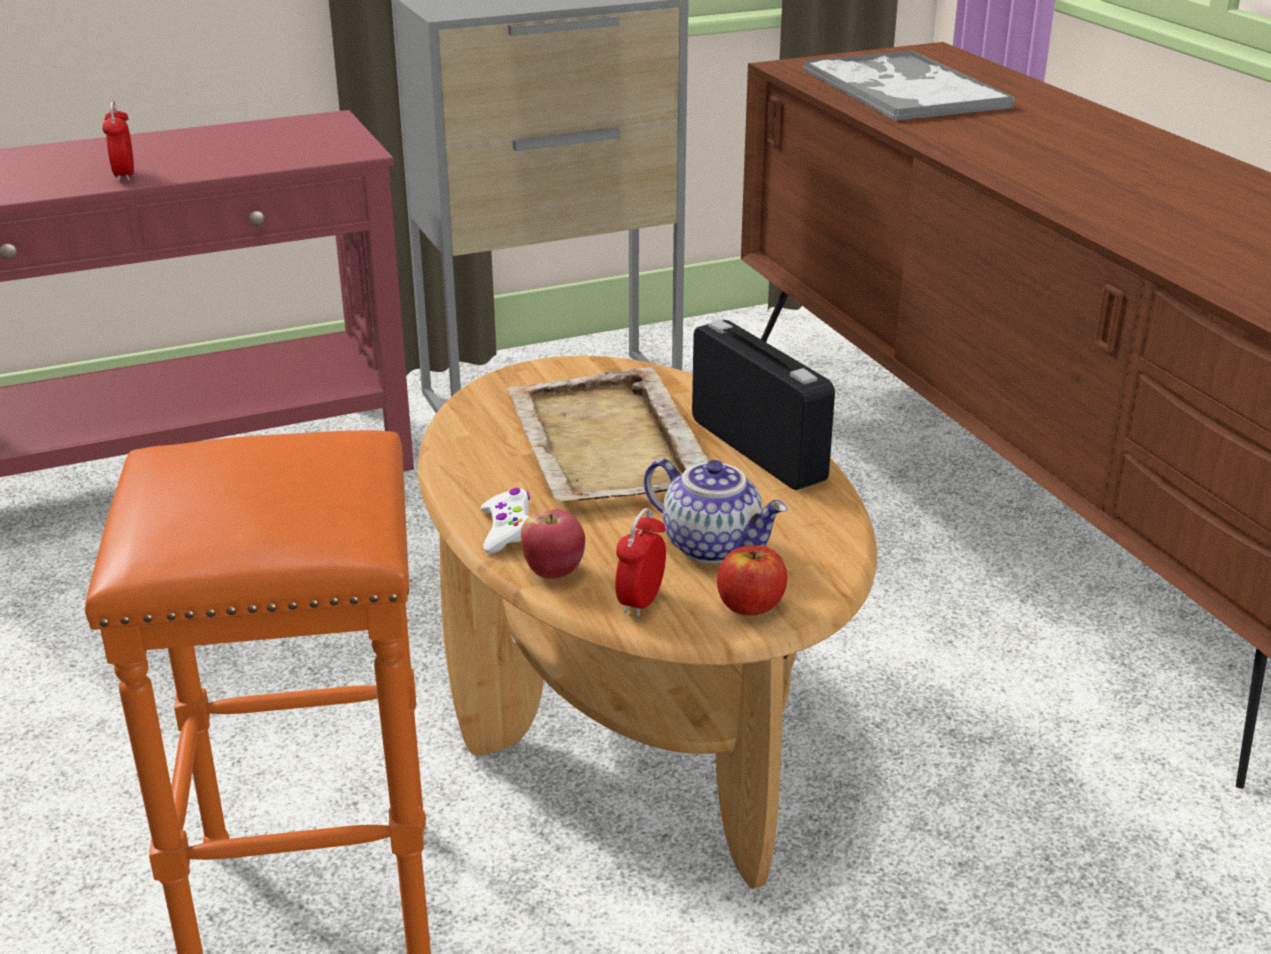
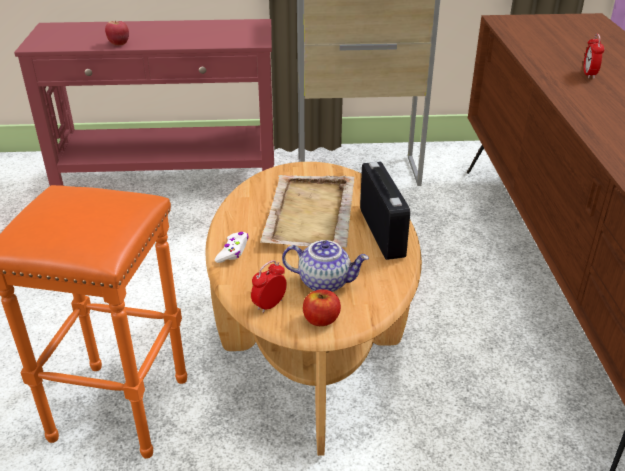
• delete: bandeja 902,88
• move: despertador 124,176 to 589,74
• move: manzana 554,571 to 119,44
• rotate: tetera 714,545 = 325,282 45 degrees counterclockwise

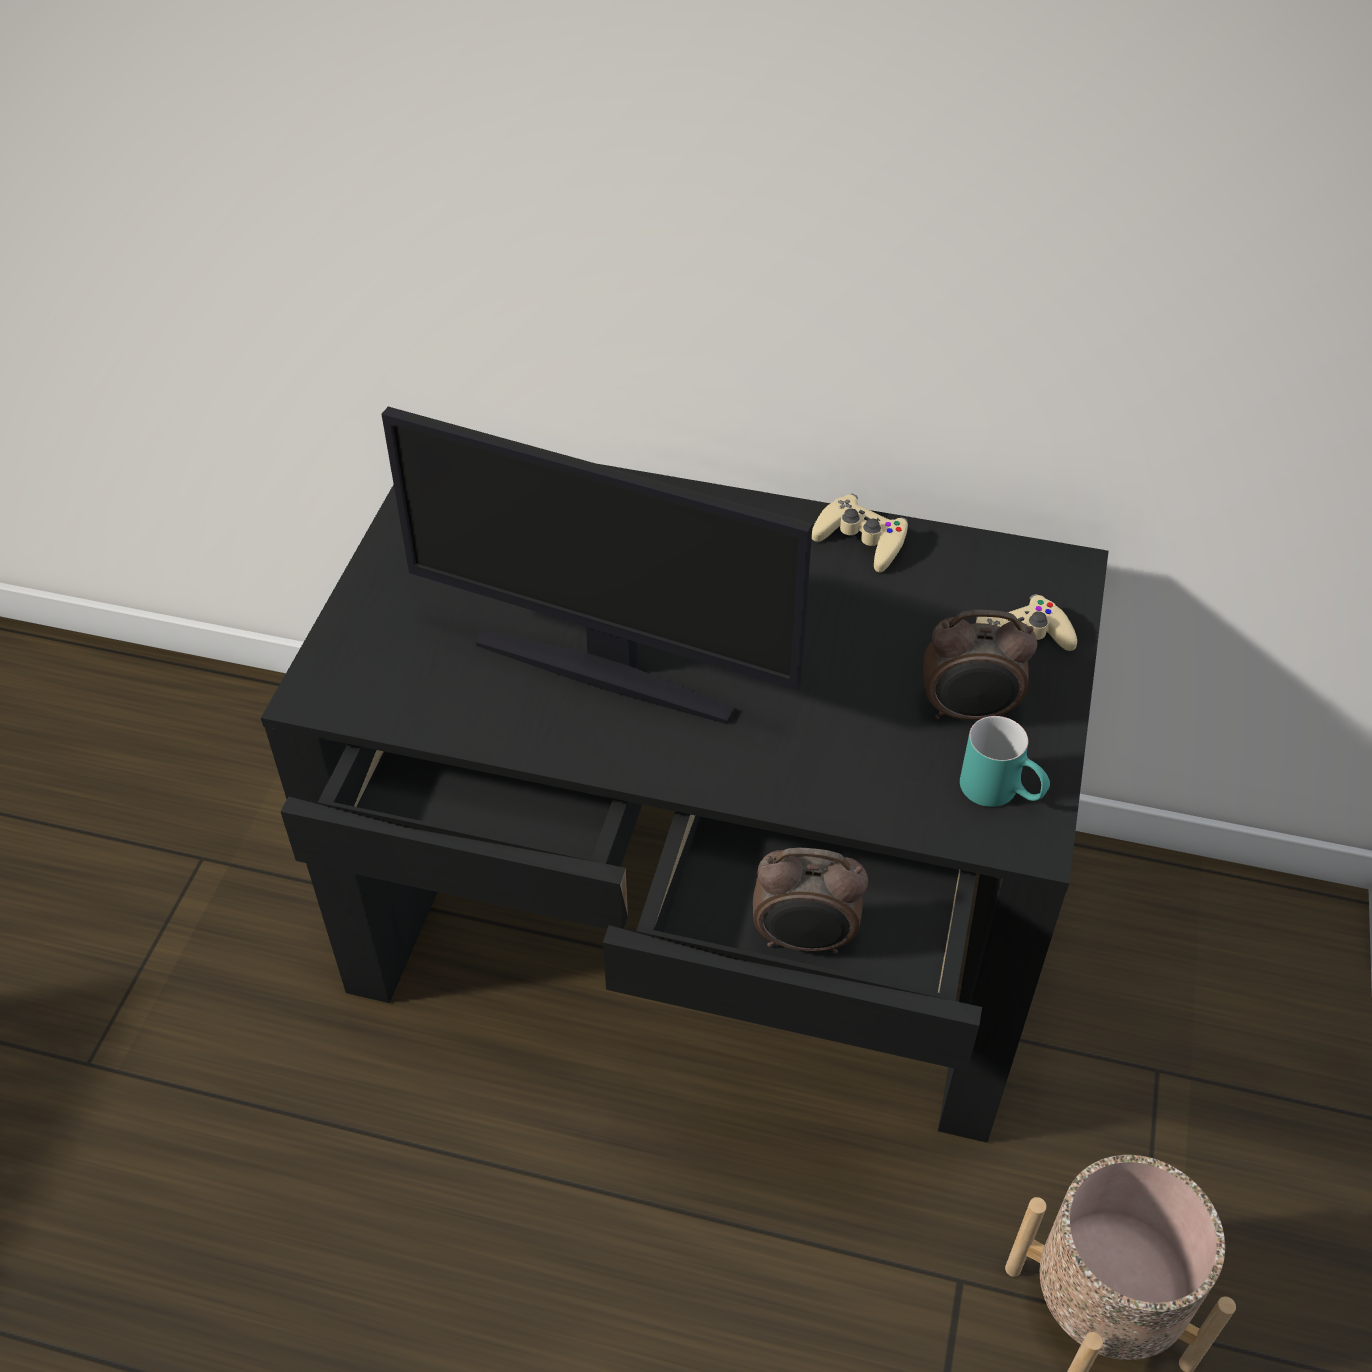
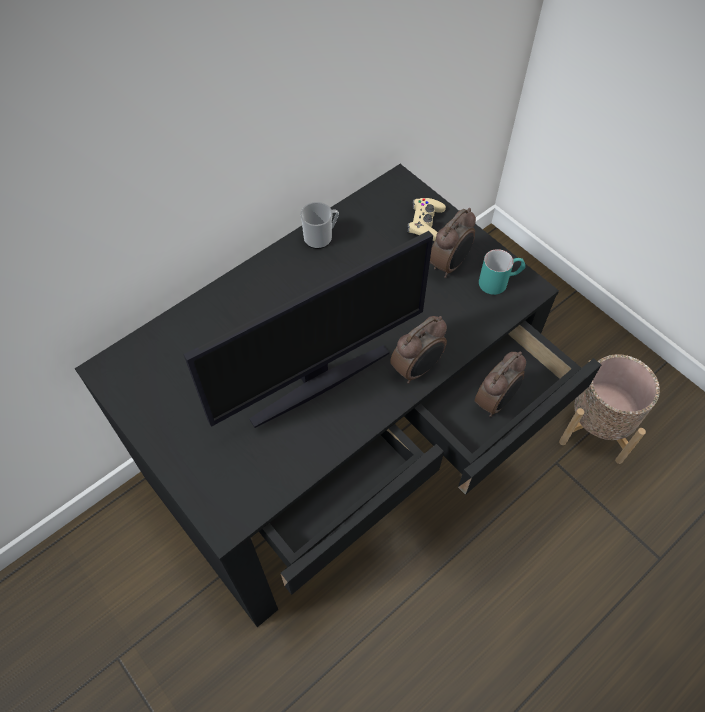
• insert: despertador 417,369
• replace: mando de consola (beis) 861,540 to taza grande 321,237

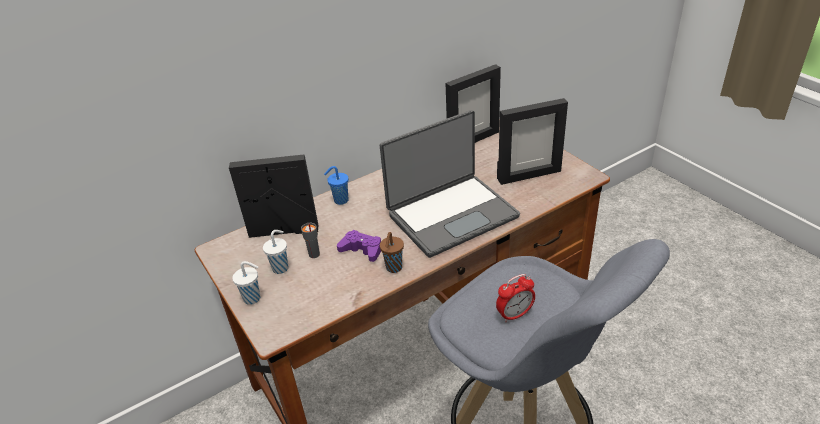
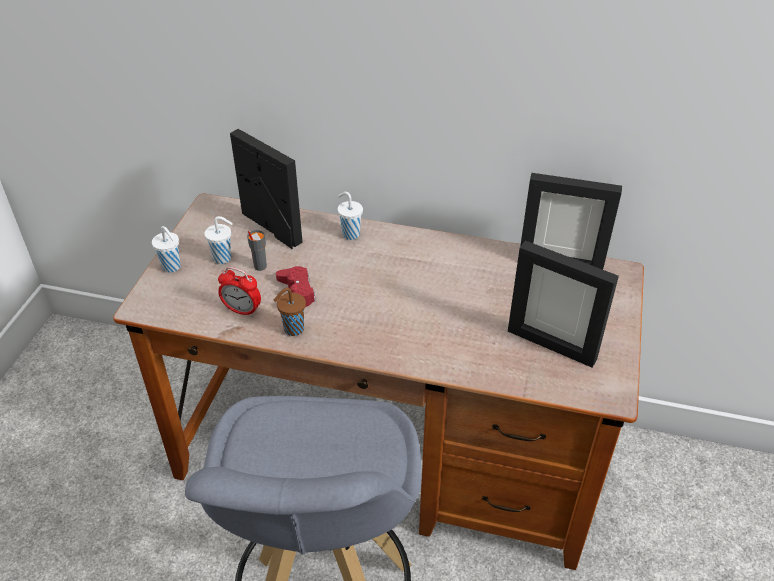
• delete: portátil 451,215
• move: despertador 514,314 to 242,310
• recolor: taza (azul) 340,200 to taza (blanco) 350,234
• recolor: mando de consola (morado) 362,250 to mando de consola (rojo) 296,292

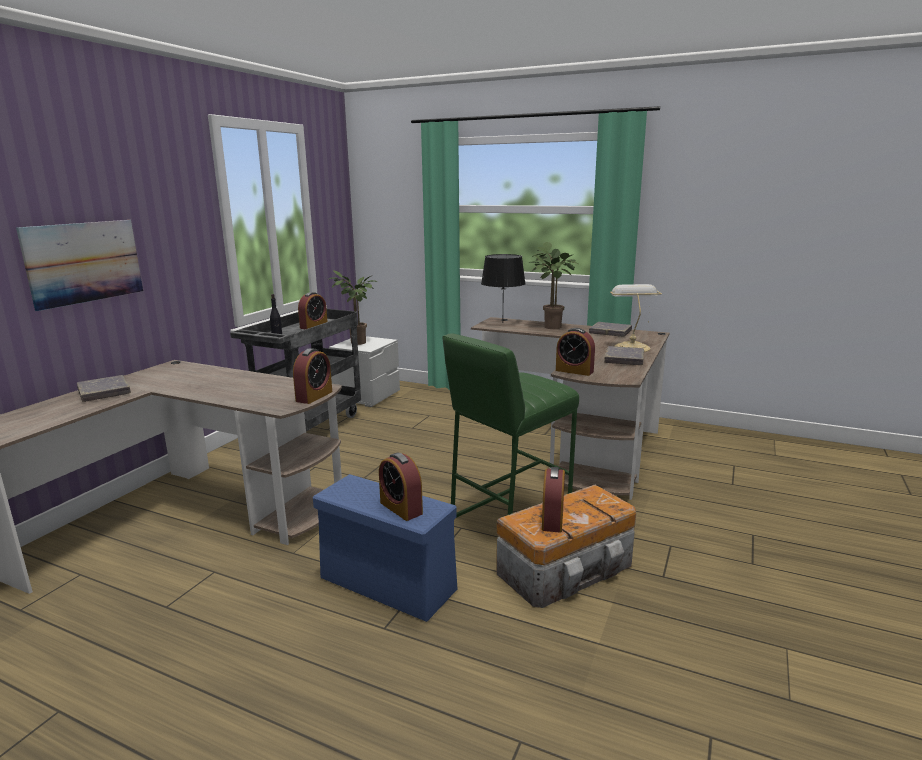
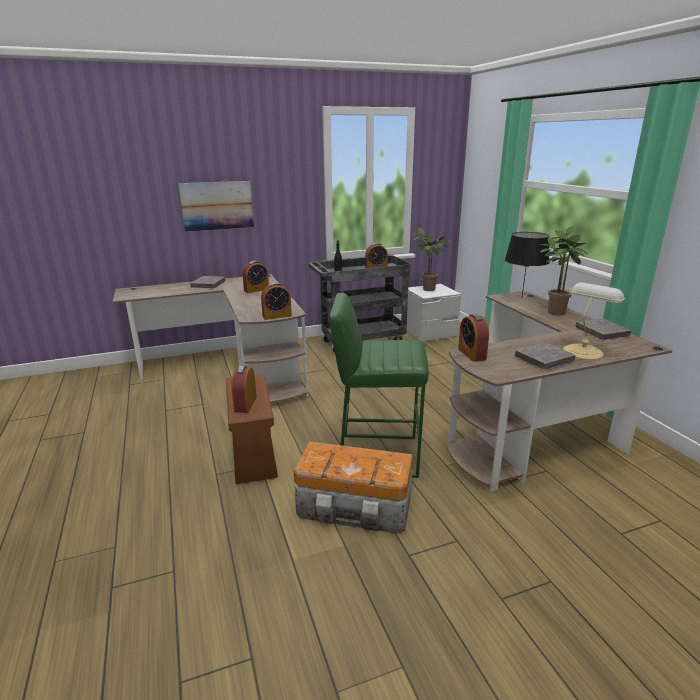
• move: despertador 552,519 to 256,290
• recolor: caja de almacenaje (azul) 389,584 to caja de almacenaje (marrón) 254,454

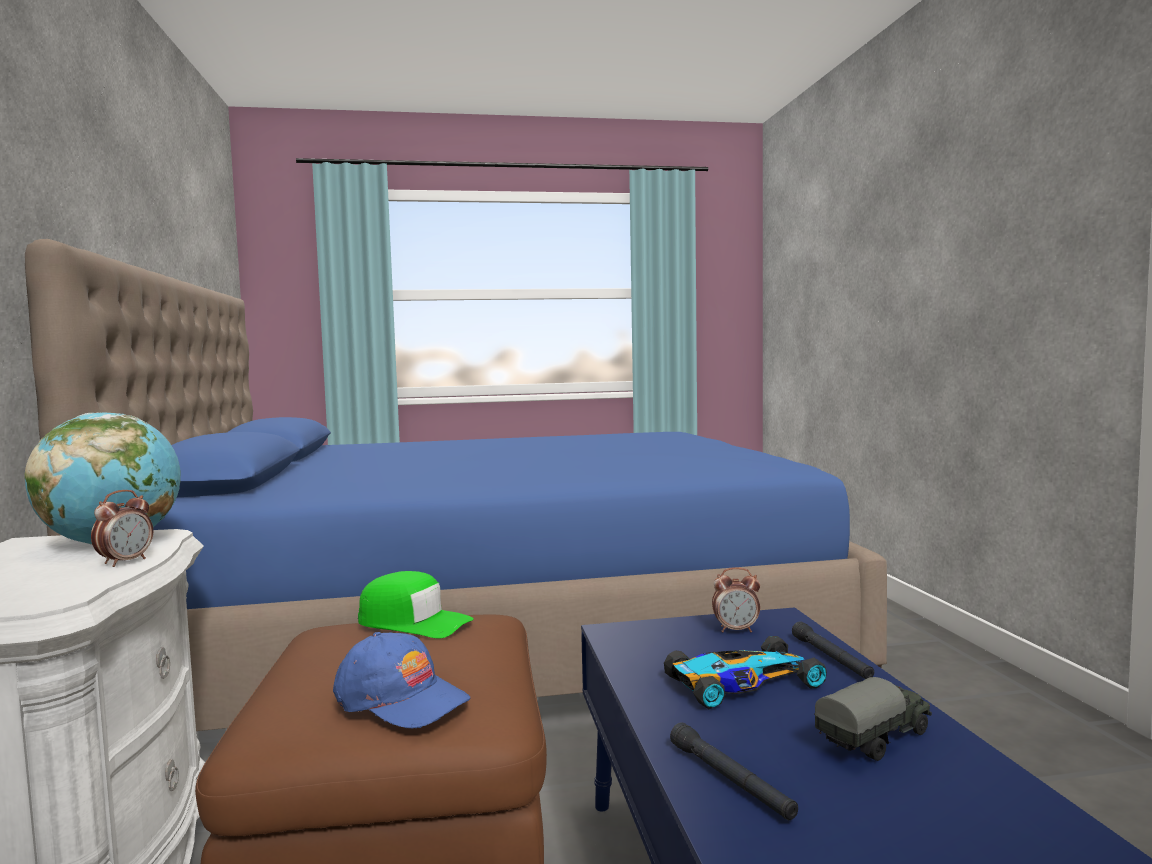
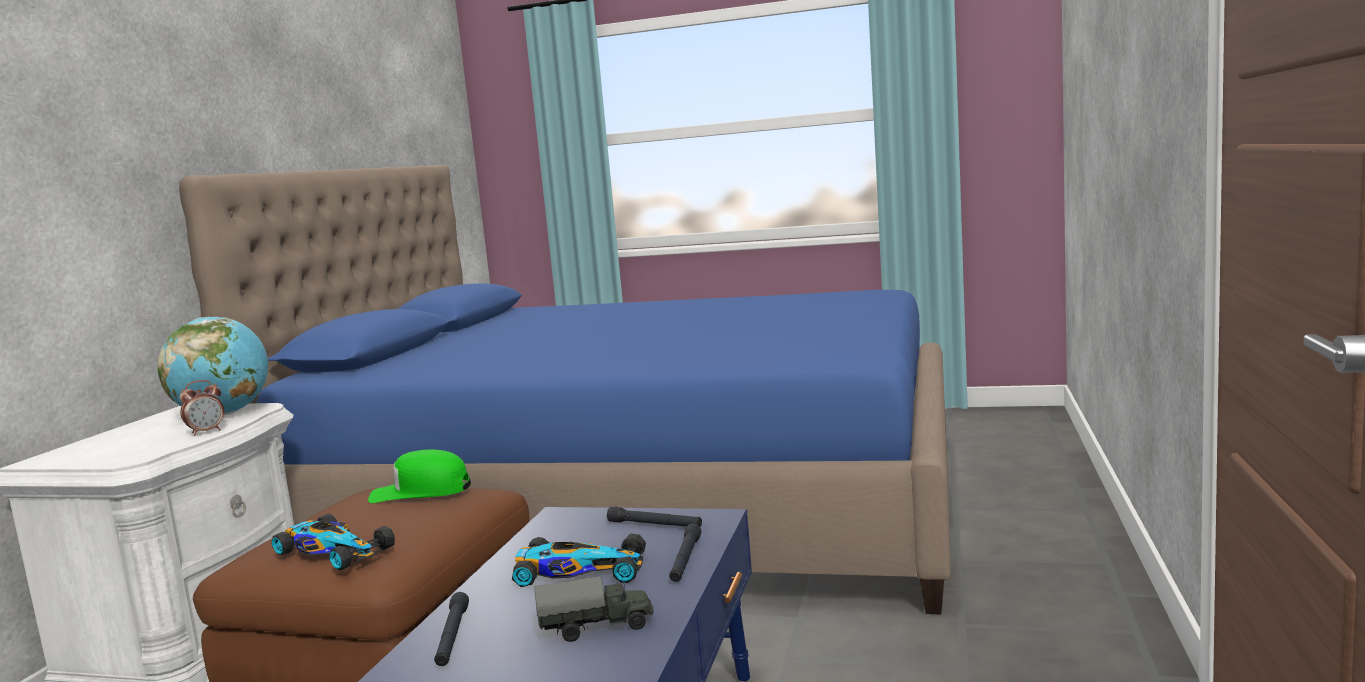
• replace: gorra (azul) 401,699 to coche de juguete 333,550
• replace: despertador 736,630 to linterna (negro) 655,525
• rotate: gorra (verde) 413,622 = 420,491 135 degrees clockwise

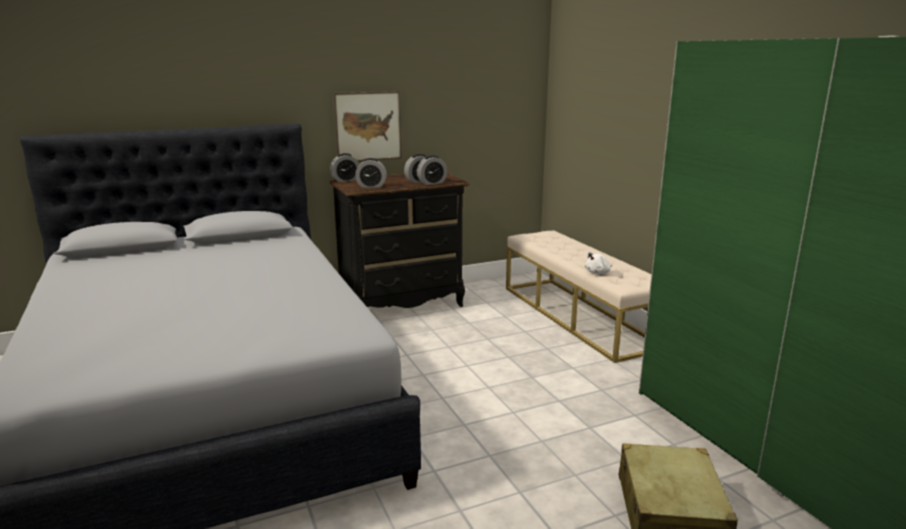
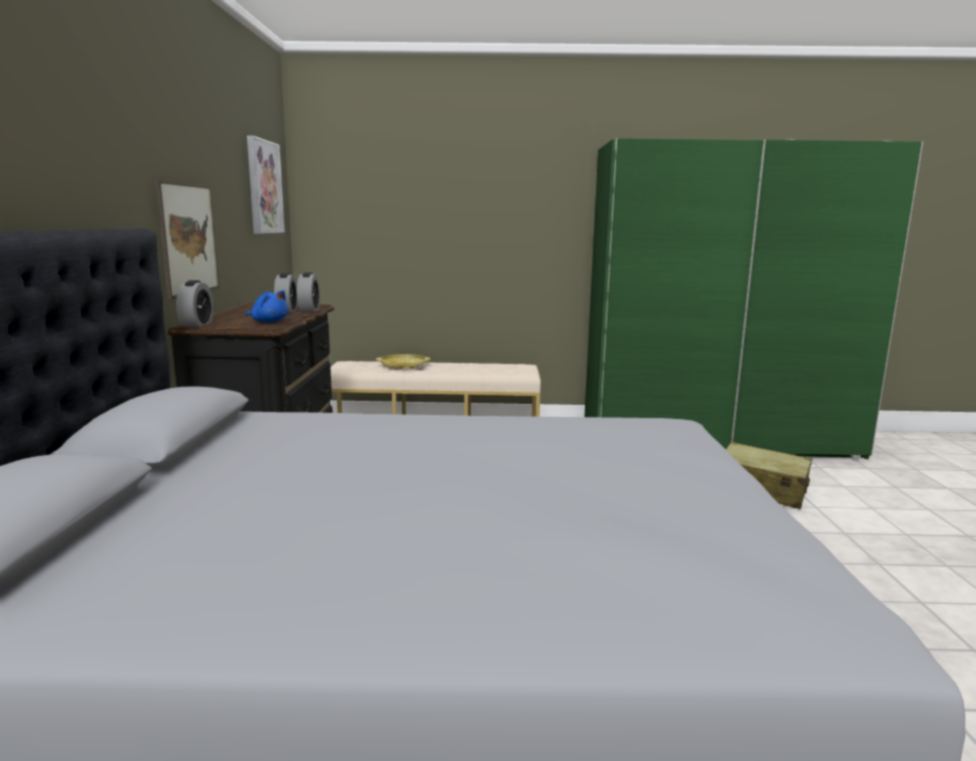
• delete: peluche (blanco) 598,273
• insert: cuadro 264,187
• insert: bandeja (amarillo) 403,365
• replace: despertador 371,186 to peluche (azul) 268,322

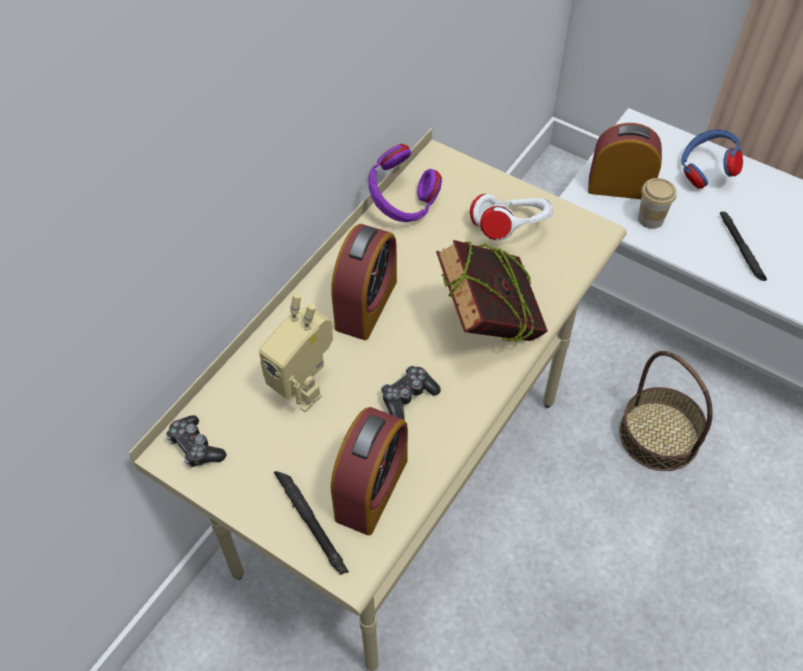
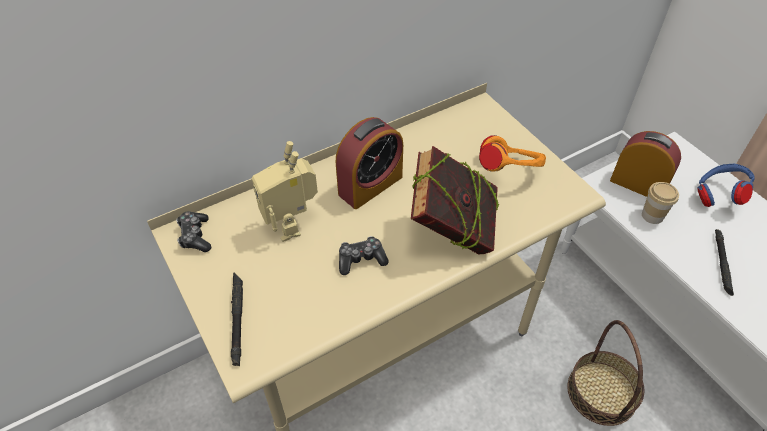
• delete: despertador 371,489
• delete: auriculares (morado) 402,205
• recolor: auriculares (blanco) 510,231 to auriculares (naranja) 508,172

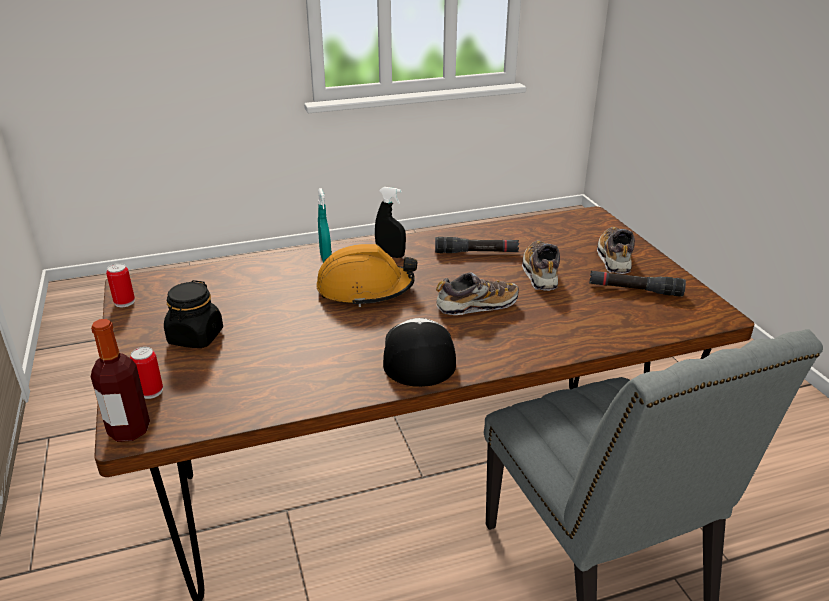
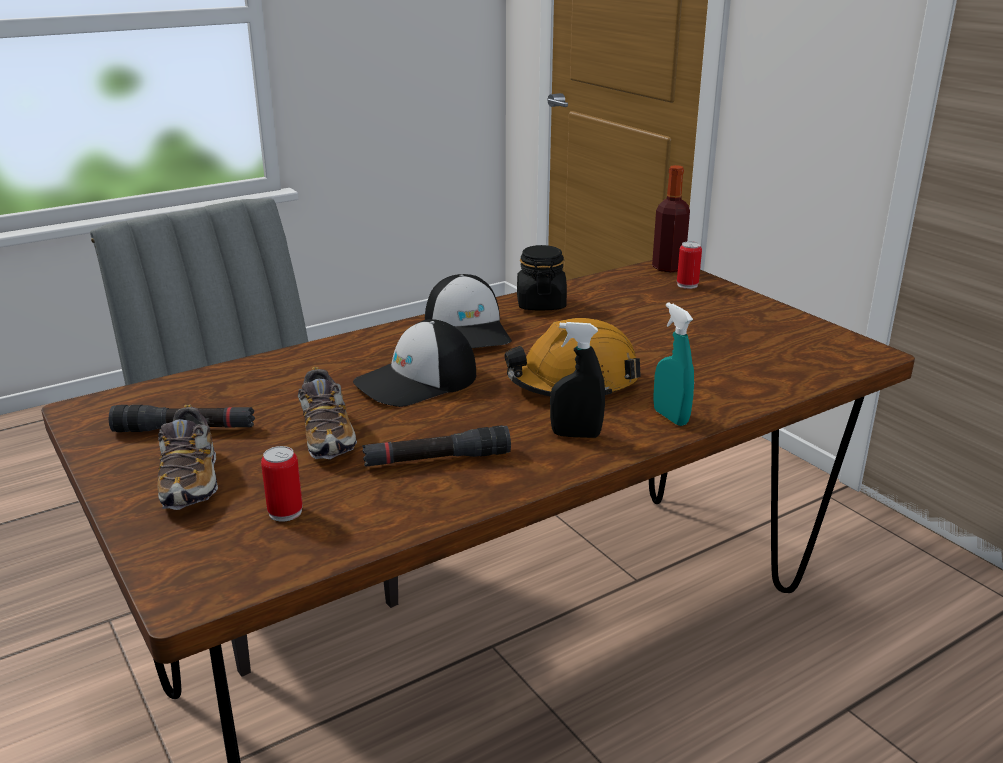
• move: lata 124,302 to 285,512
• move: tarro (negro) 195,337 to 541,304
• replace: zapato 476,306 to gorra 417,381

